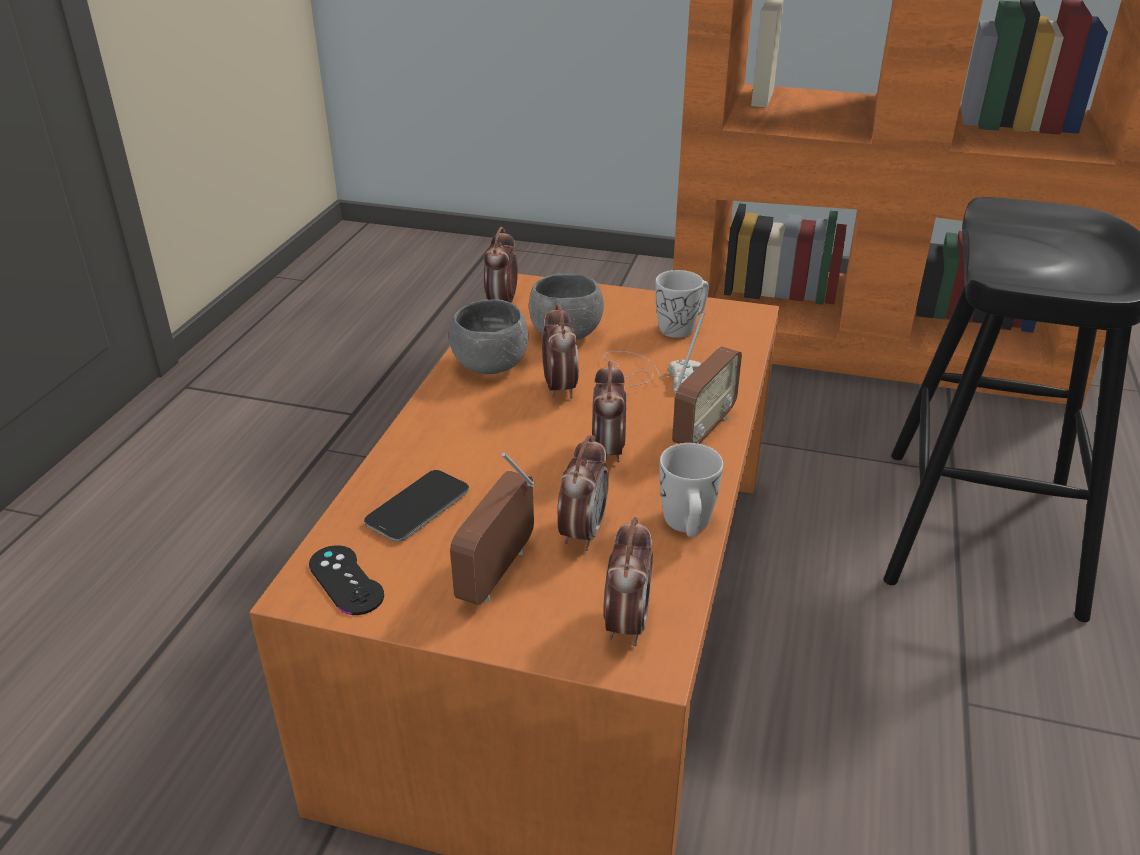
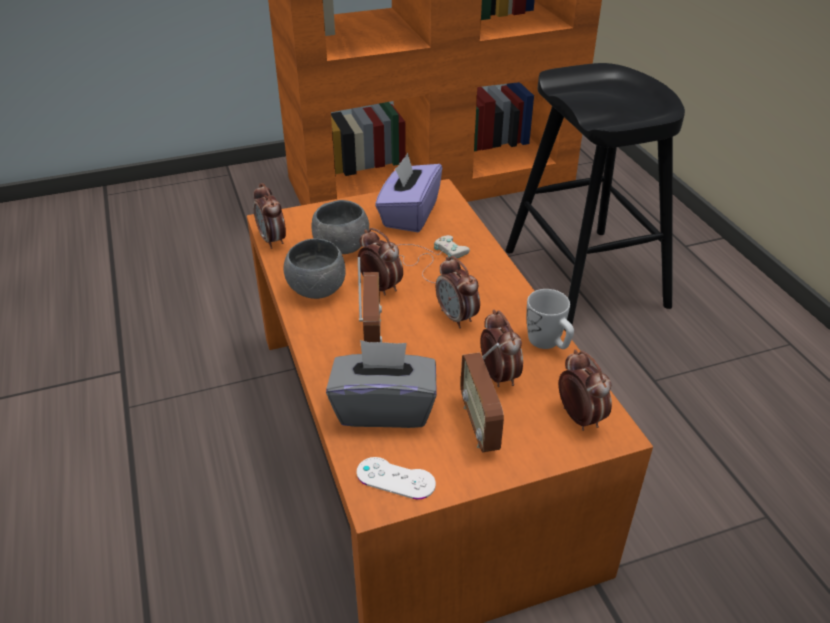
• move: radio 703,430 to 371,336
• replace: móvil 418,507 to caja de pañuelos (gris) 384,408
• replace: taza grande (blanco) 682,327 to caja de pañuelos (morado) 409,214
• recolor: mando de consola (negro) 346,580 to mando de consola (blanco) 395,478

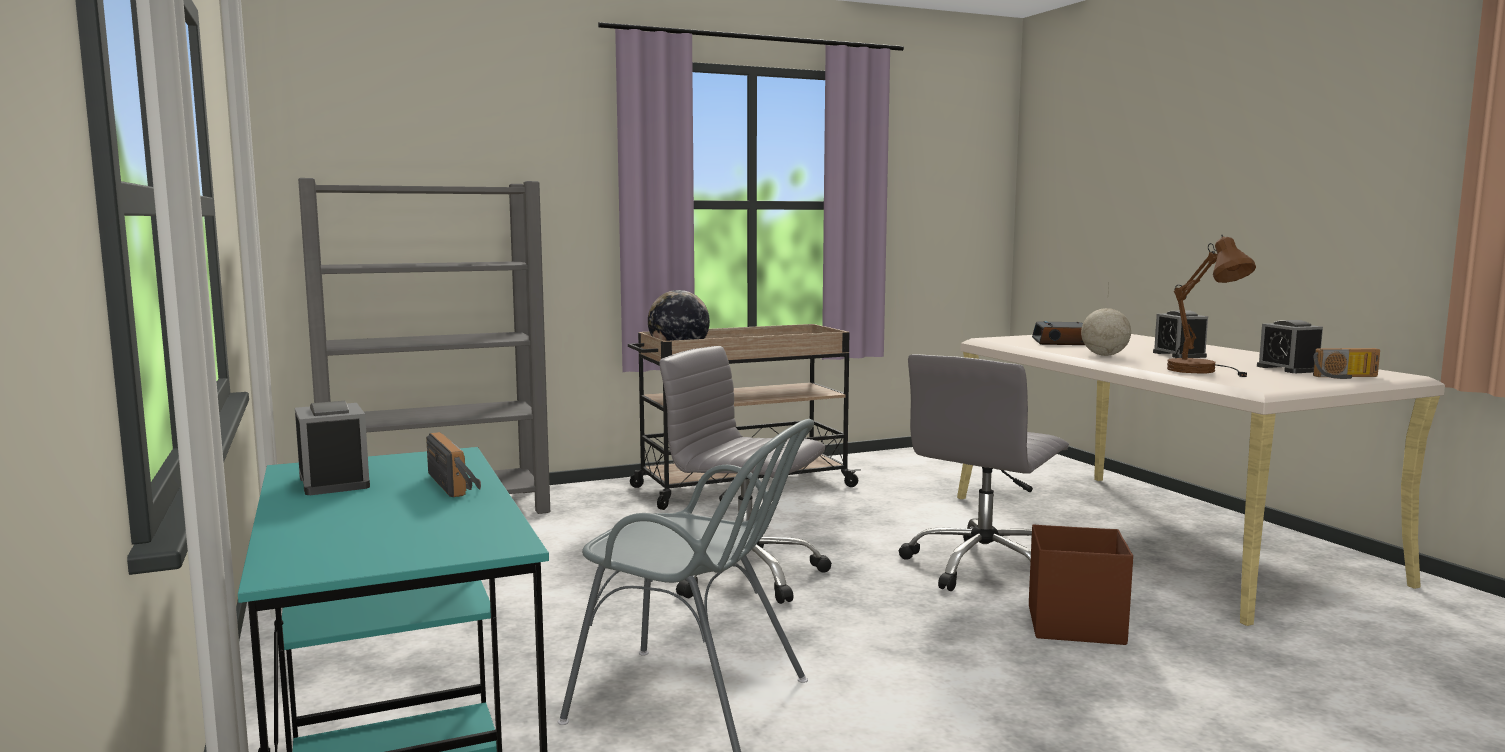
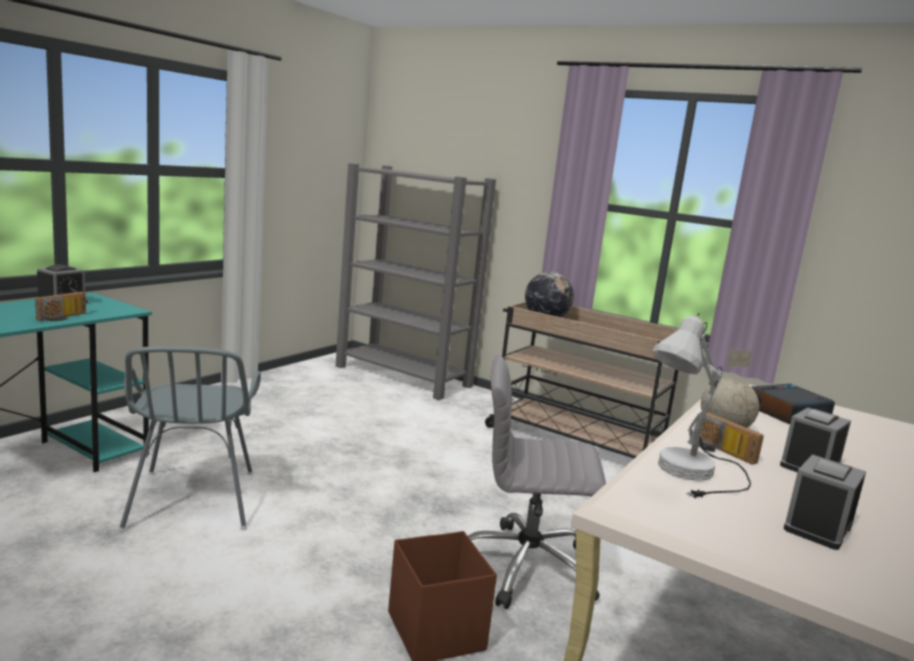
• delete: silla de oficina (gris) 743,575
• move: radio 1346,377 to 718,451
• recolor: lámpara de mesa (marrón) 1207,372 to lámpara de mesa (blanco) 694,478

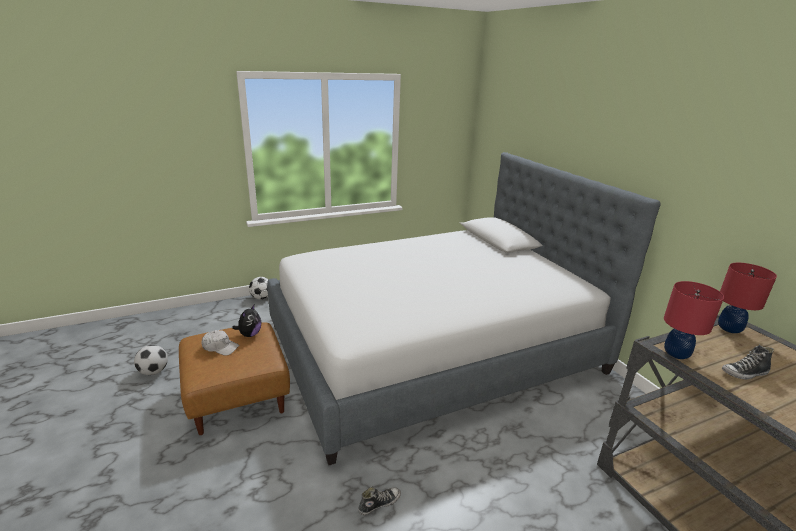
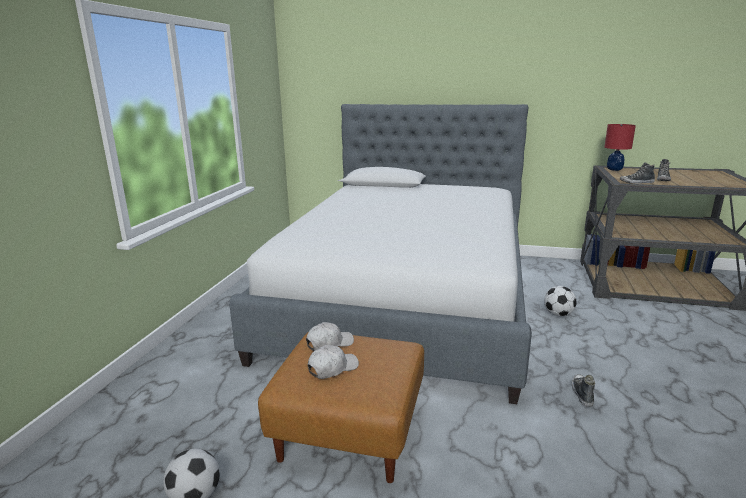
• move: balón de fútbol 261,297 to 558,314
• replace: peluche 249,334 to gorra (blanco) 329,344
• replace: lámpara de mesa (rojo) 676,355 to zapato 636,183

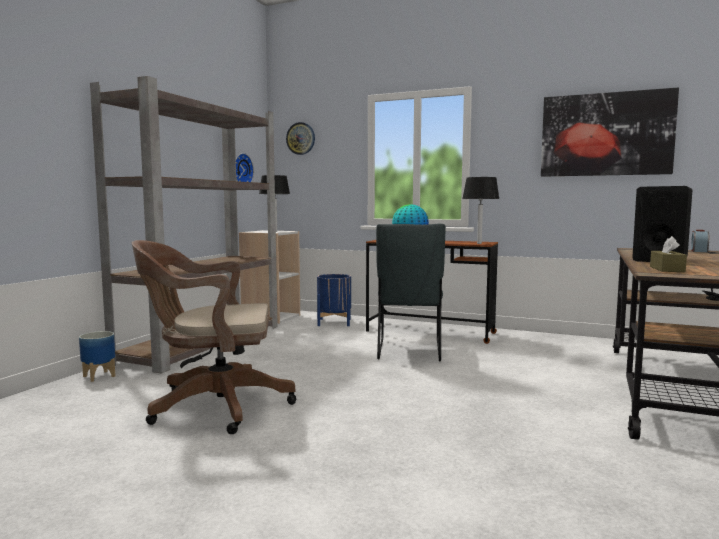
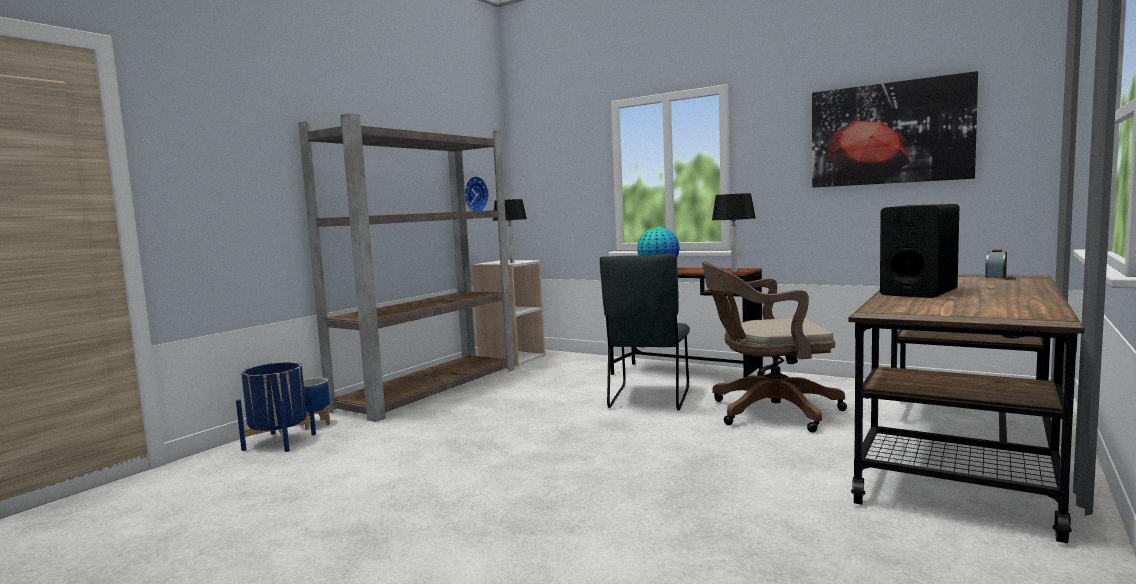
• delete: reloj de pared 300,138
• delete: caja de pañuelos (marrón) 667,269
• move: silla de oficina (marrón) 213,406 to 768,412
• move: maceta (azul) 334,322 to 279,442

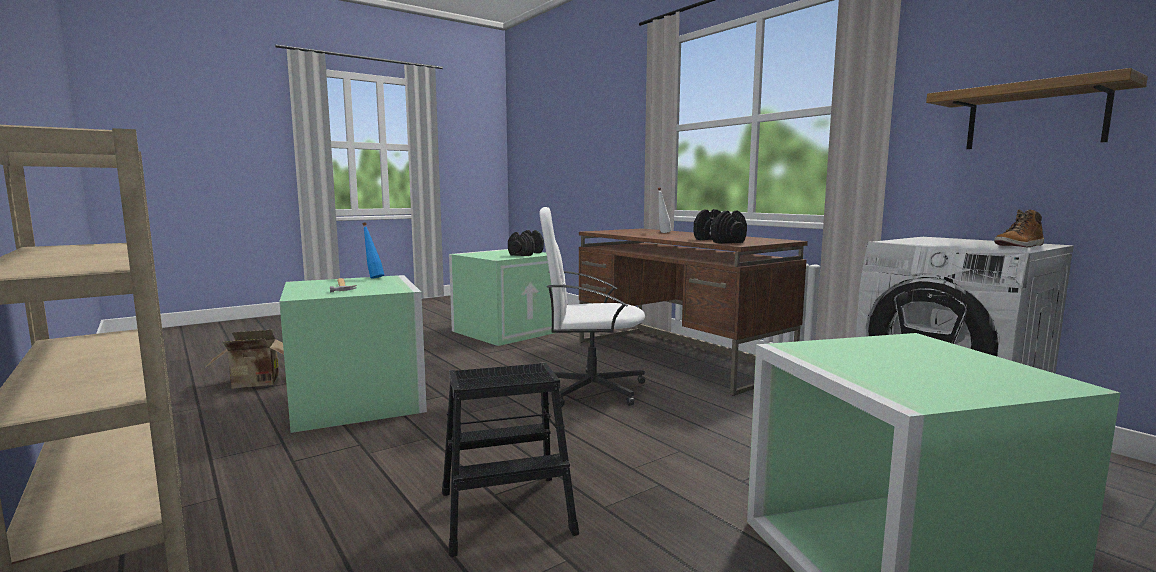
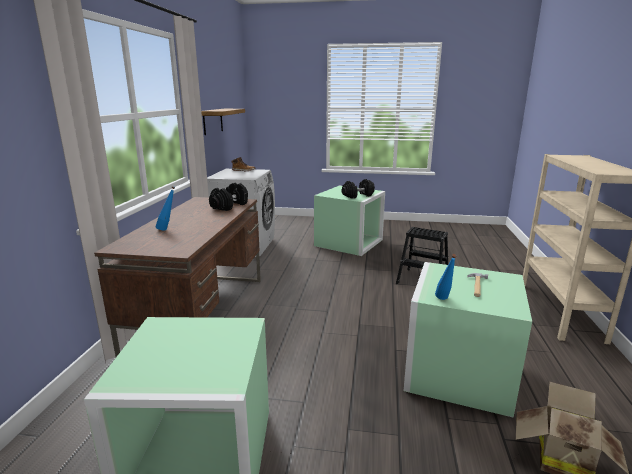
• delete: silla de oficina (blanco) 589,389
• move: mancuerna (negro) 526,254 to 358,196
• recolor: botella (blanco) 662,233 to botella (azul) 168,229

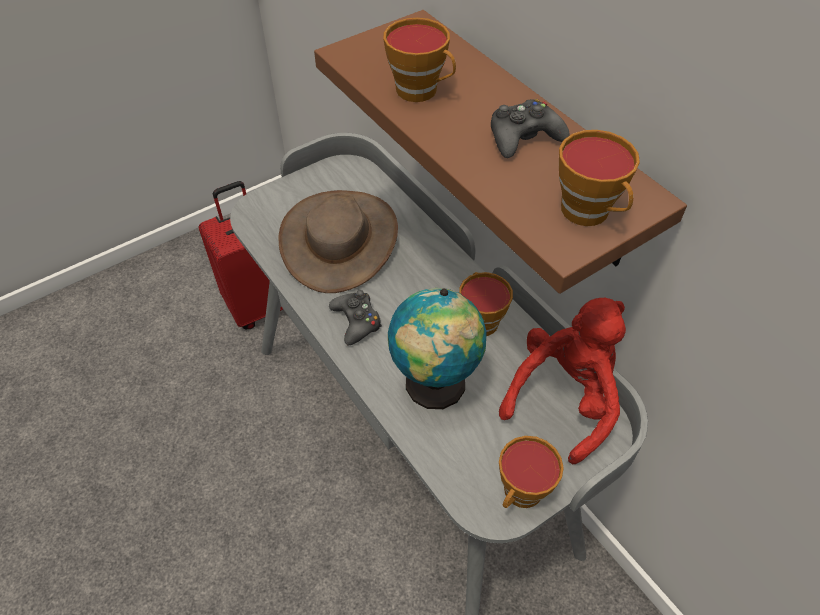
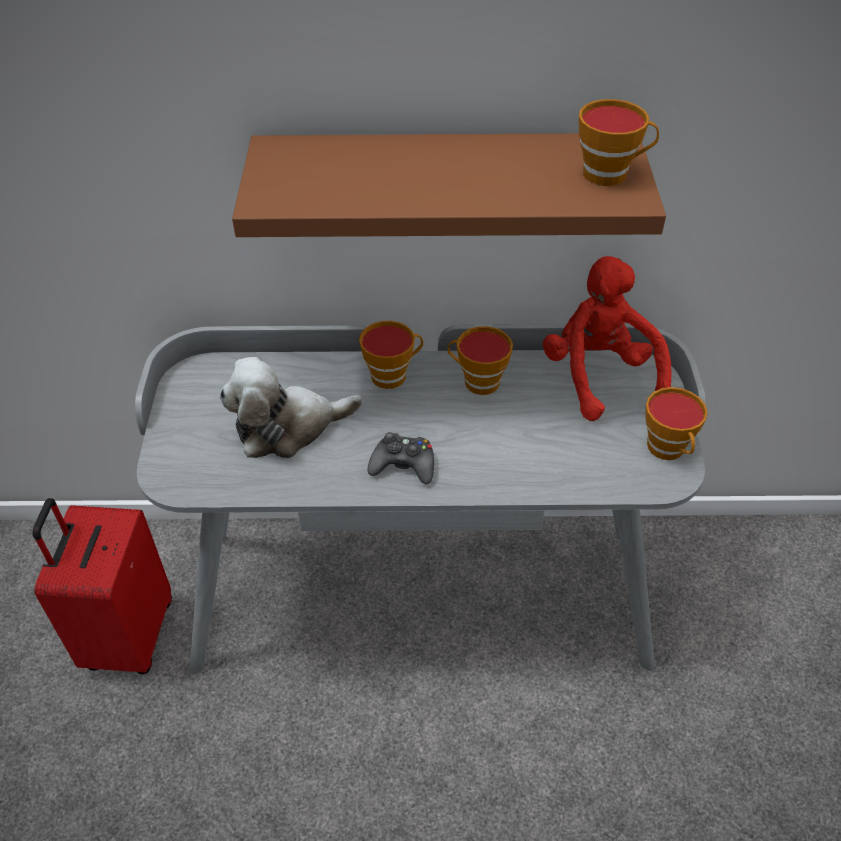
• delete: globo terráqueo 434,387
• delete: mando de consola (negro) 524,137
• move: taza 421,91 to 392,375
• replace: sombrero (marrón) 340,240 to peluche 288,428

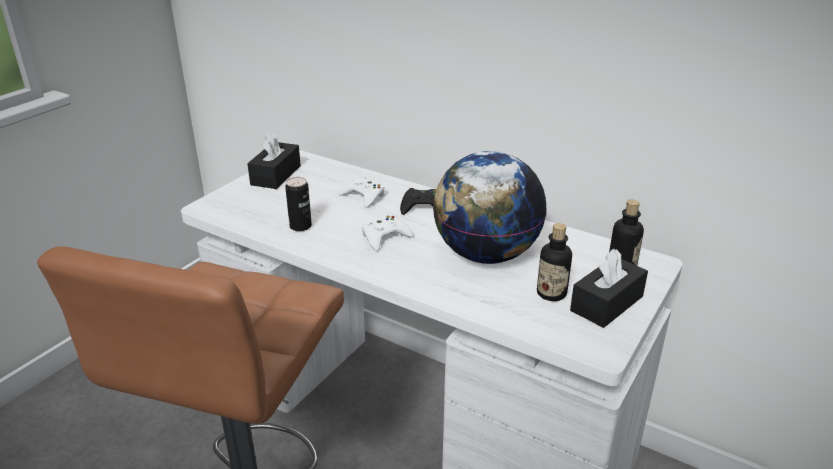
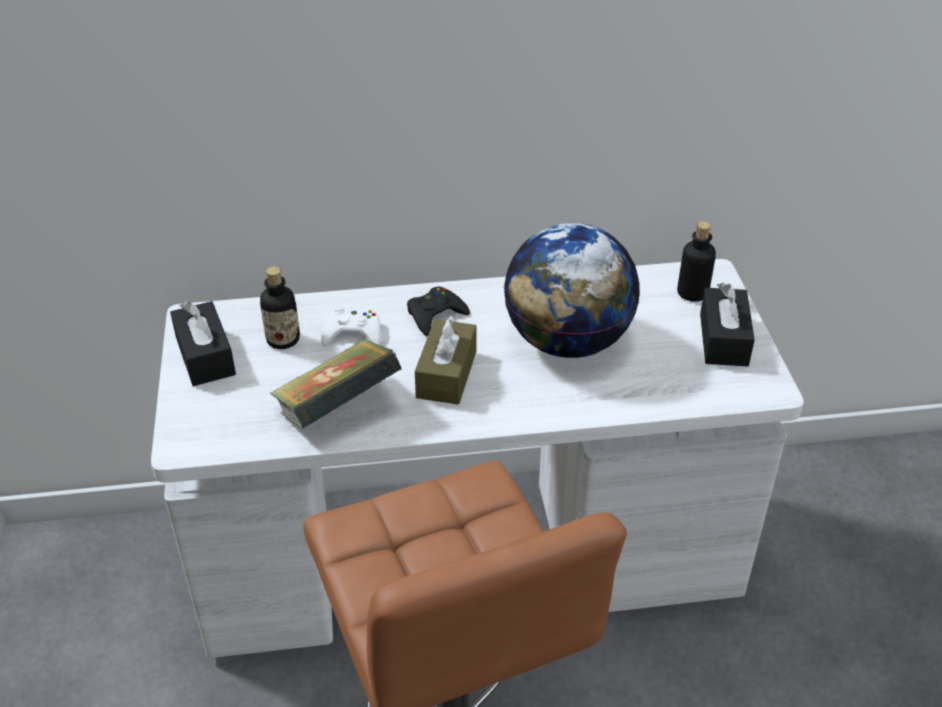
• move: botella 551,293 to 283,339
• replace: lata 300,226 to libro 338,410
• replace: mando de consola (blanco) 385,237 to caja de pañuelos (marrón) 446,374

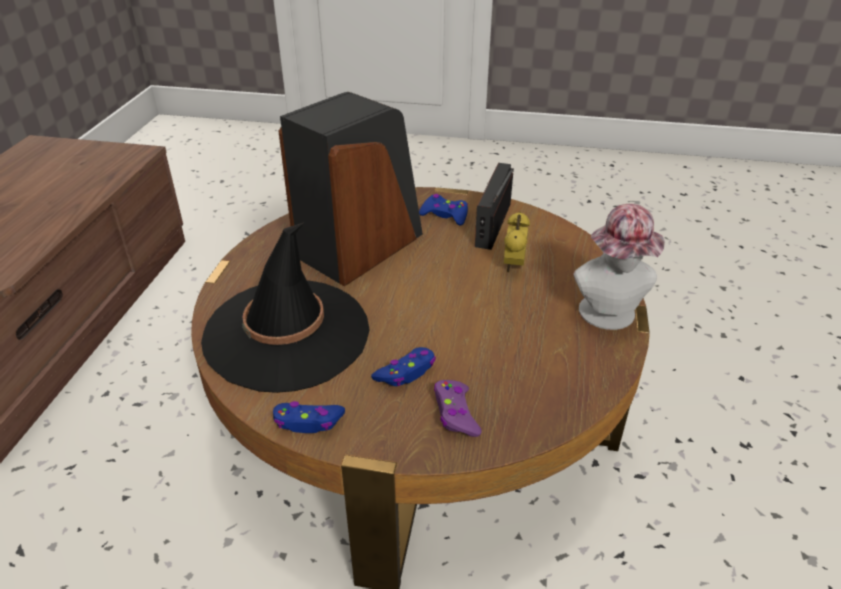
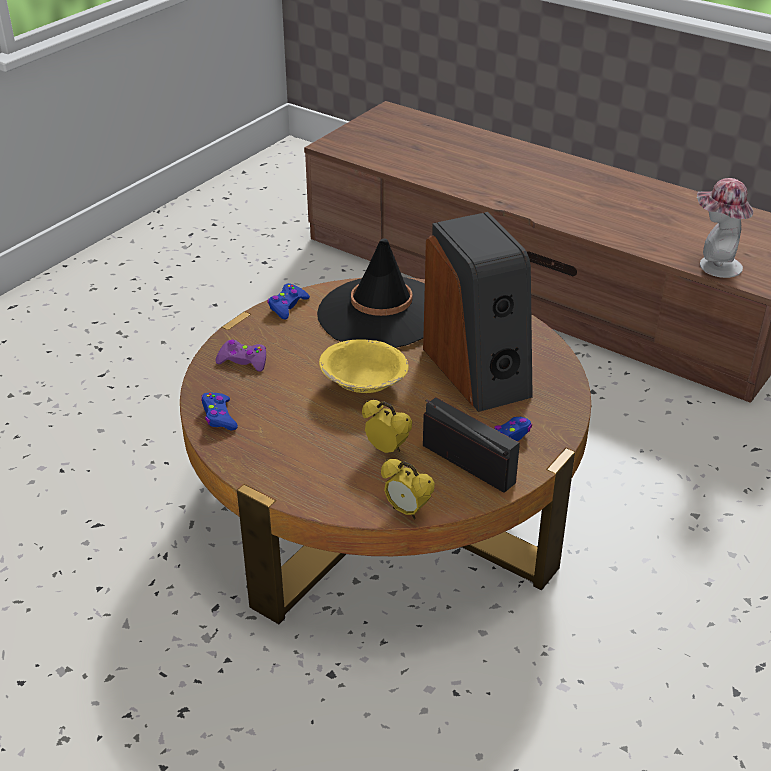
• insert: cuenco (amarillo) 364,383
• insert: despertador 407,511
• move: mando de consola (azul) 406,372 to 219,416
• move: sombrero 609,317 to 714,265

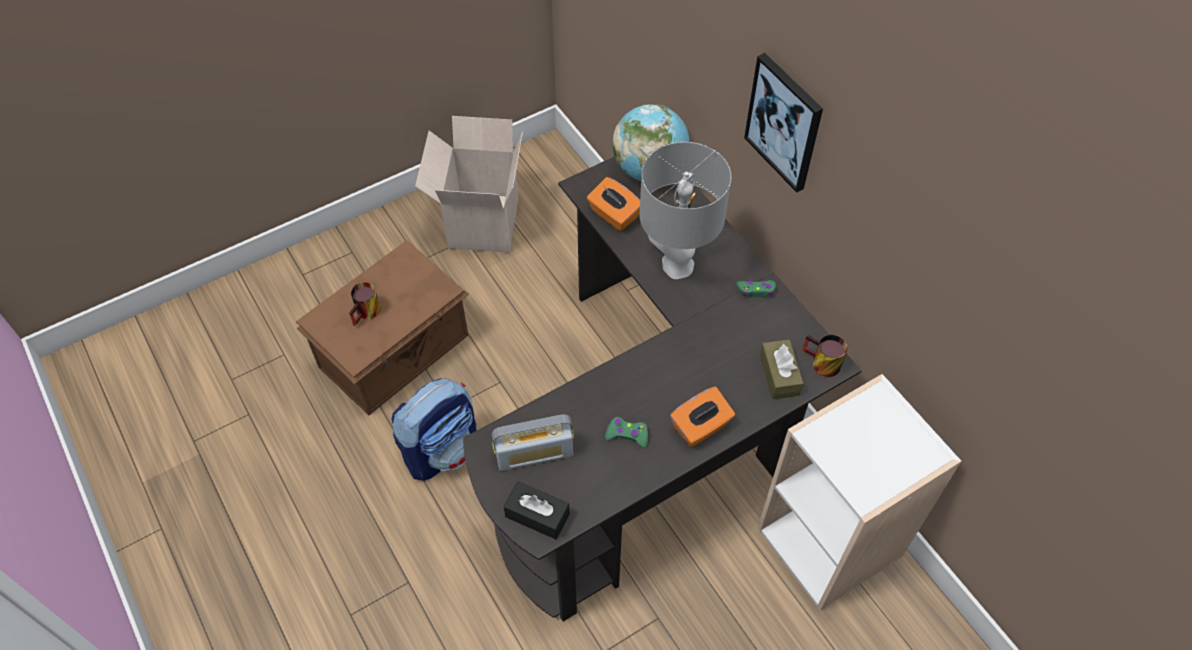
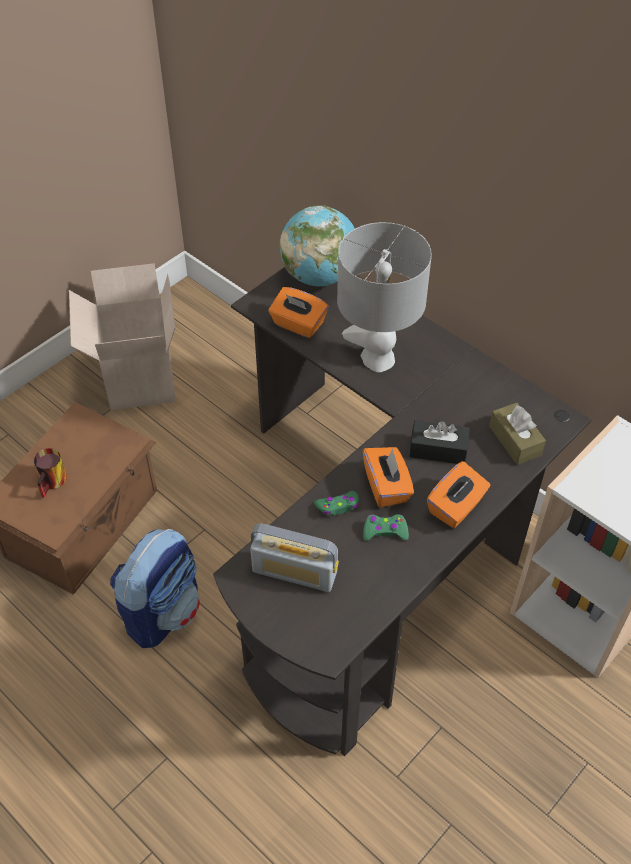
• delete: cuadro 784,122
• delete: taza grande 820,364
• insert: caja de pañuelos (naranja) 387,487
• move: caja de pañuelos (negro) 537,515 to 438,450
• move: mando de consola (verde) 756,290 to 338,506
• rotate: radio 534,453 = 295,572 45 degrees clockwise

